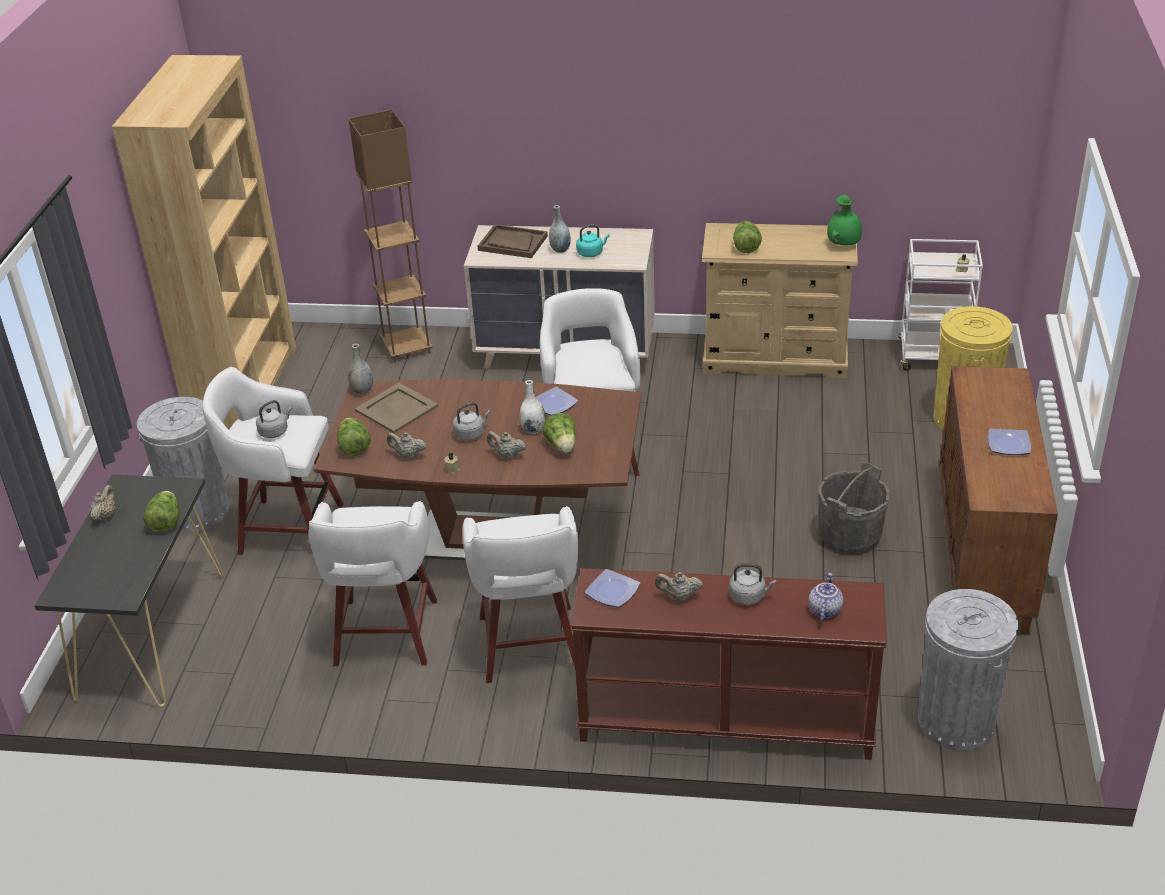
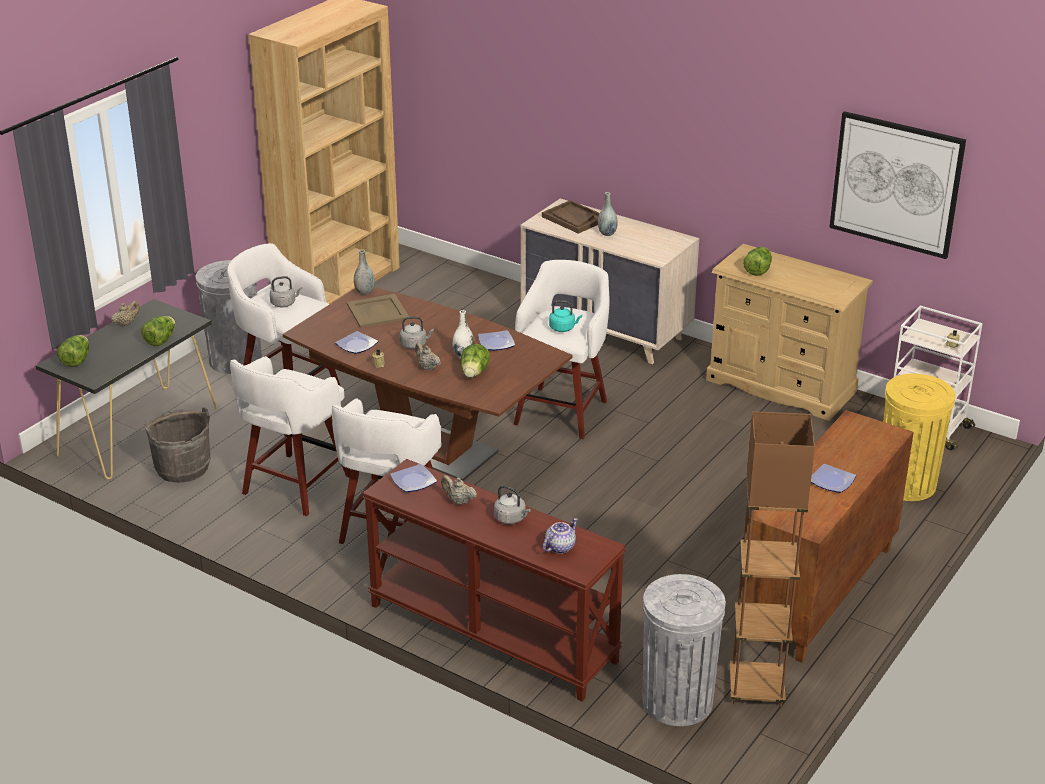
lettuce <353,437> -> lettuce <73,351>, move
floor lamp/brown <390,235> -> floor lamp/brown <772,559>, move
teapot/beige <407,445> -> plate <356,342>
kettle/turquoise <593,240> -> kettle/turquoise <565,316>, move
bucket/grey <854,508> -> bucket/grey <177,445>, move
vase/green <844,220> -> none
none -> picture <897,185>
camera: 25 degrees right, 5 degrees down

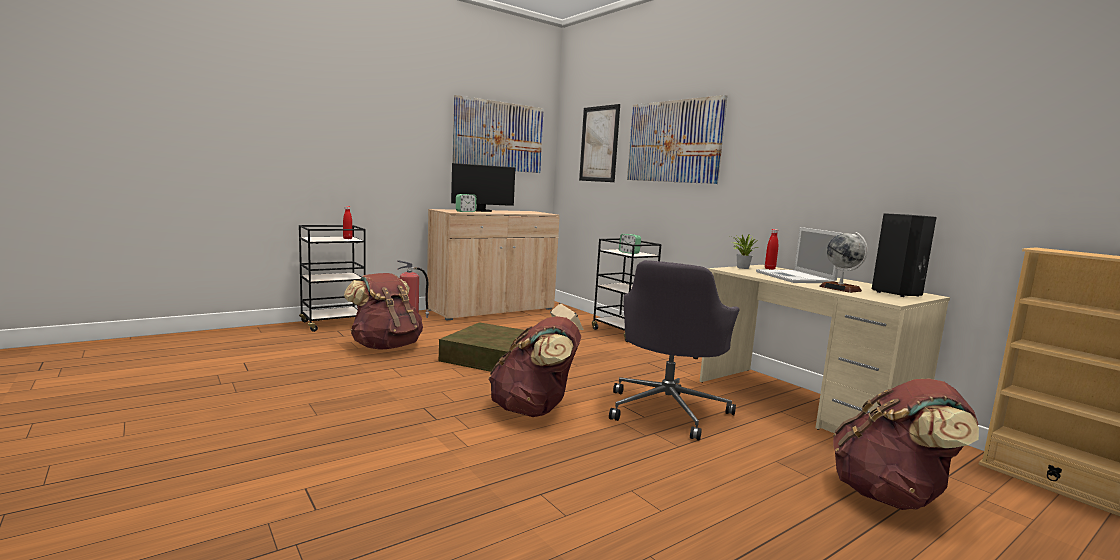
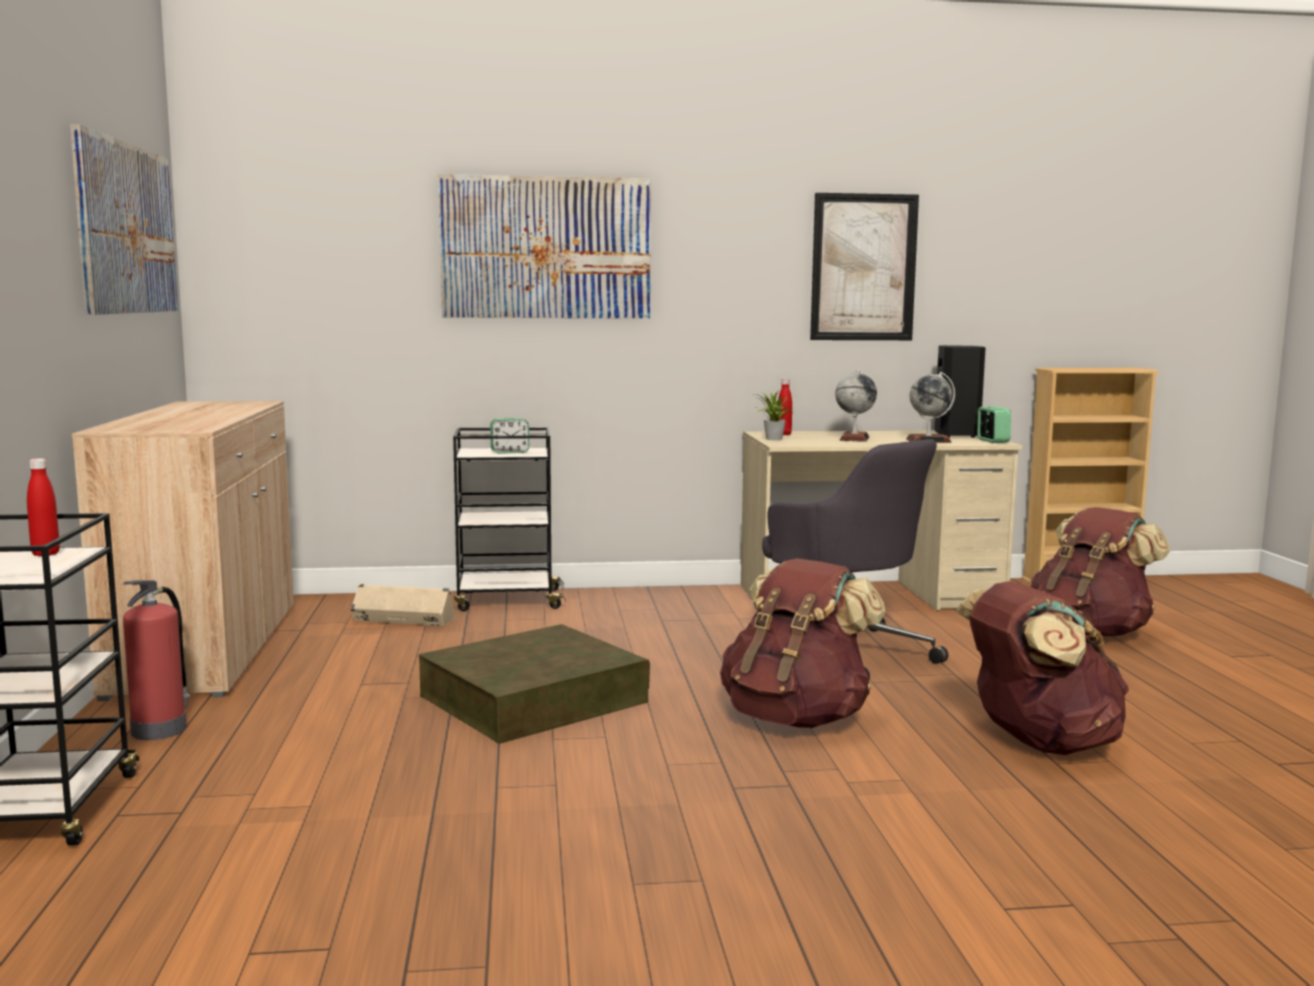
backpack/brown <383,311> -> backpack/brown <1042,668>, move
monitor <483,187> -> none
alarm clock <466,203> -> alarm clock <994,424>, move
picture <599,143> -> picture <864,266>, move
laptop <799,255> -> globe <856,406>
camera: 60 degrees left, 0 degrees up

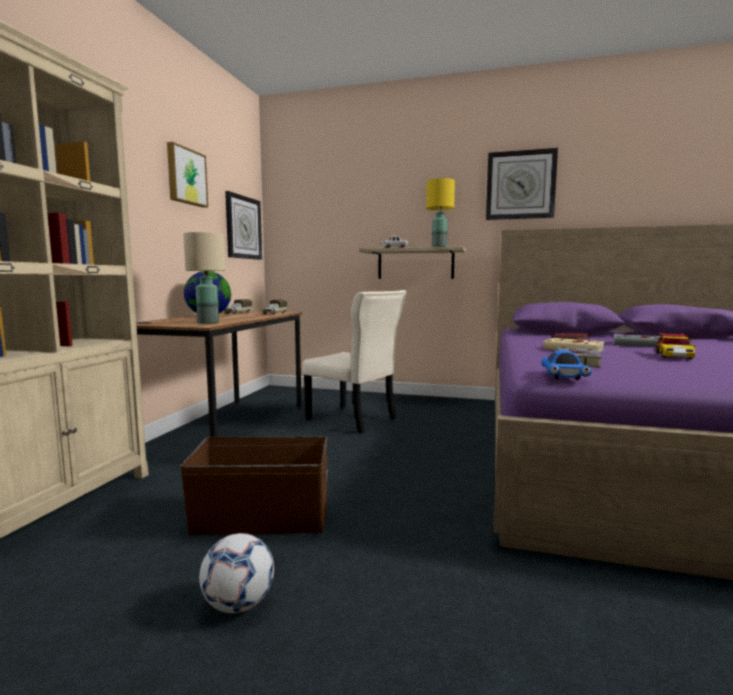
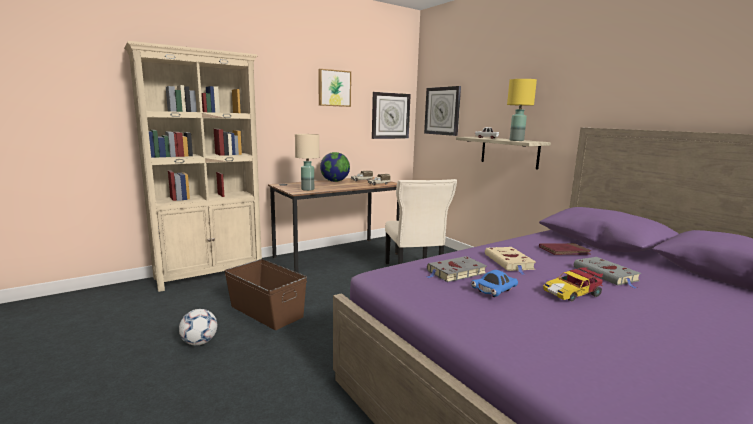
wall clock <522,184> -> wall clock <442,111>, move
toy car/blue <566,365> -> toy car/blue <494,283>, move
camera: 40 degrees right, 5 degrees up

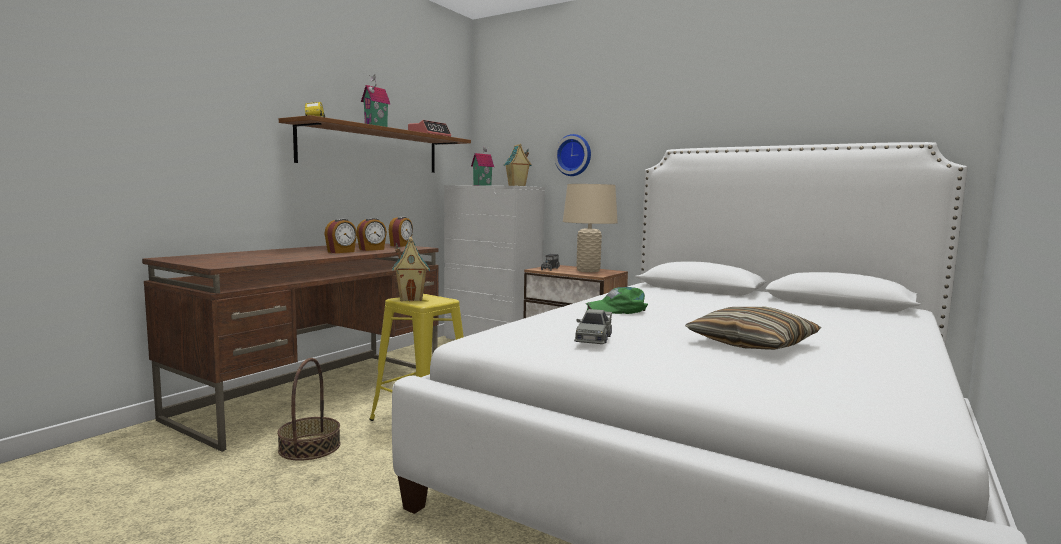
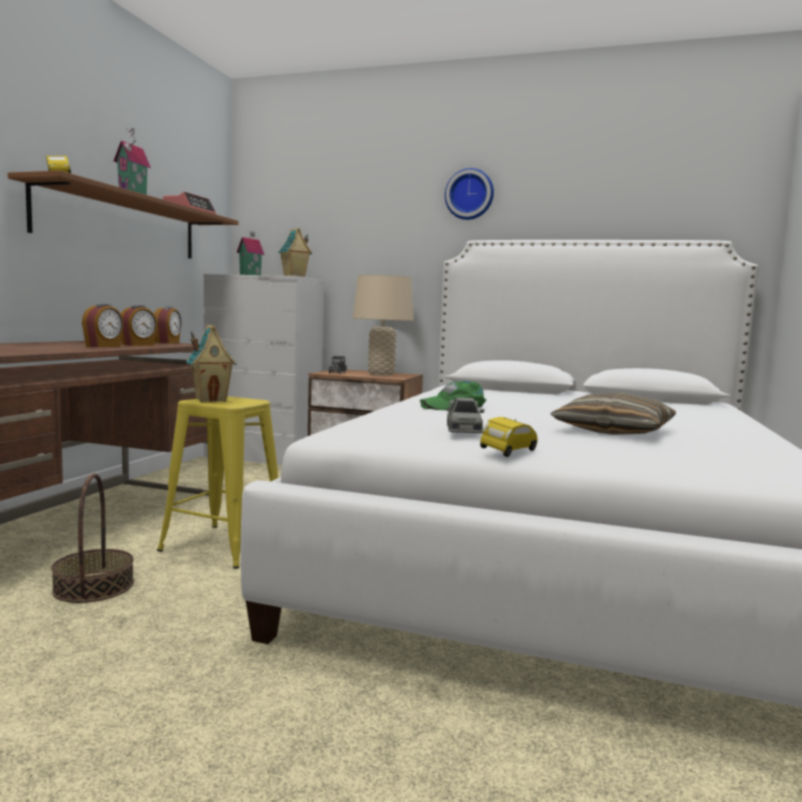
wall clock <572,155> -> wall clock <469,194>, move
none -> toy car/yellow <509,437>
camera: 15 degrees left, 0 degrees up

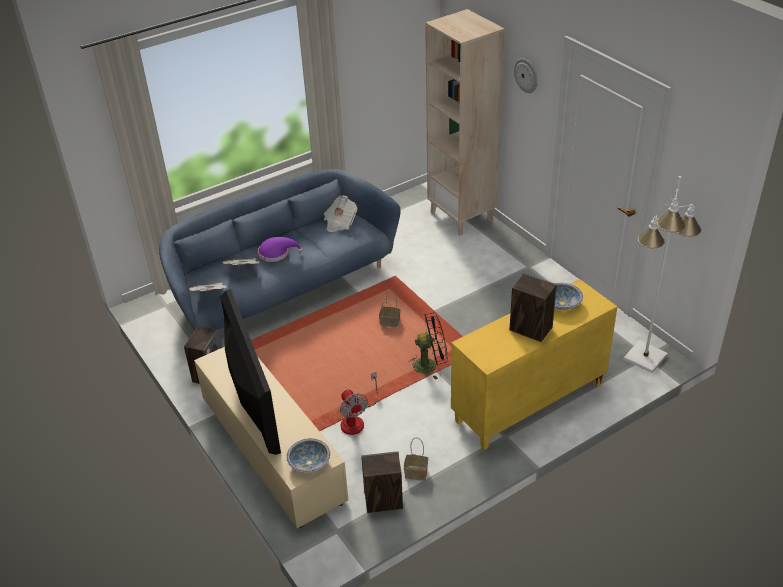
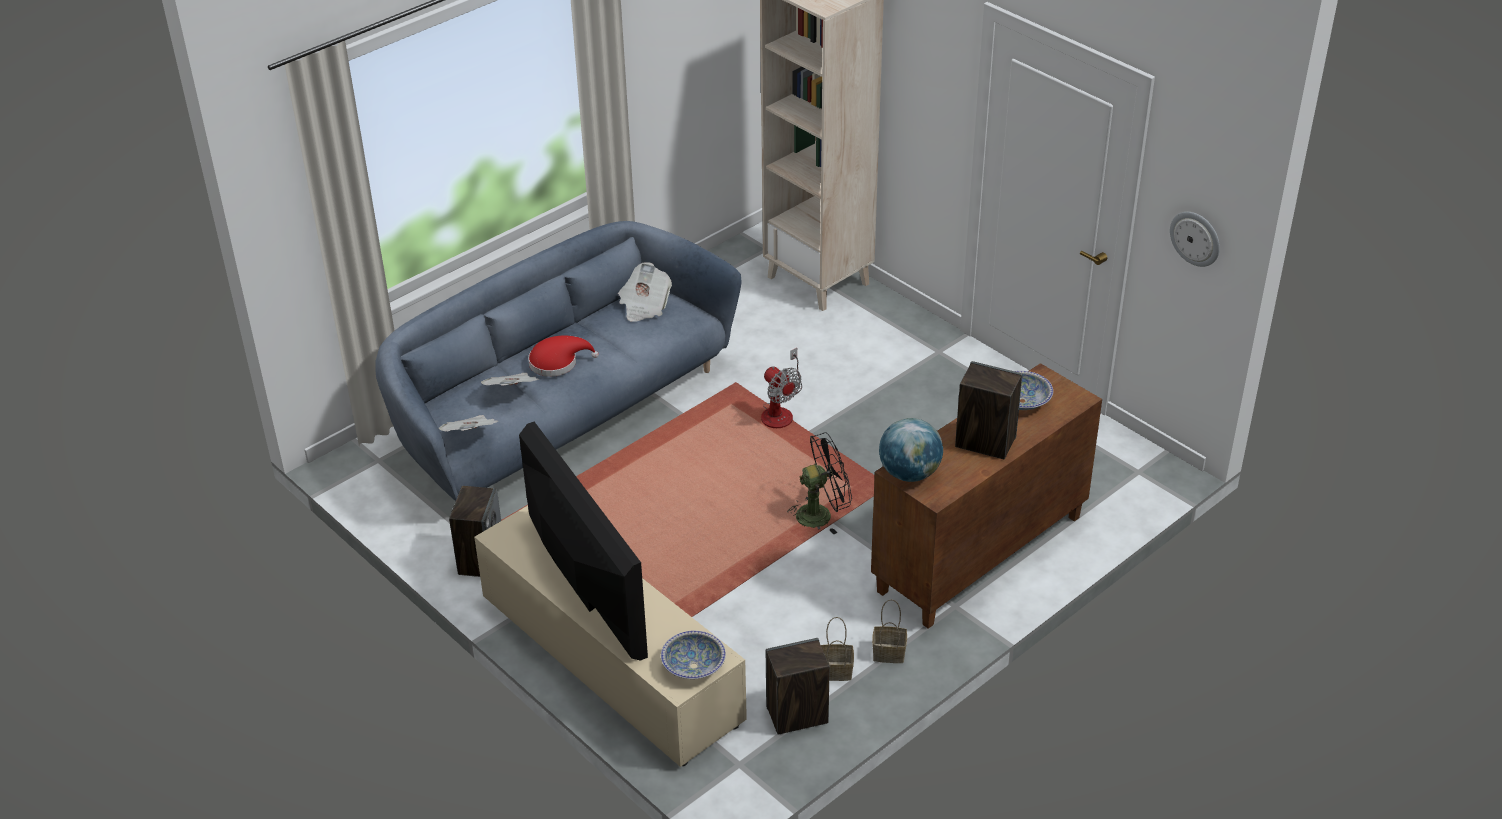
hat/purple <280,249> -> hat/red <563,356>
fan <359,403> -> fan <781,388>, move
basket <390,308> -> basket <889,631>, move
cabinet/yellow <534,364> -> cabinet/brown <986,496>
wall clock <526,75> -> wall clock <1195,239>, move
floor lamp/white <662,274> -> none
none -> globe <911,450>
camera: 10 degrees left, 0 degrees up

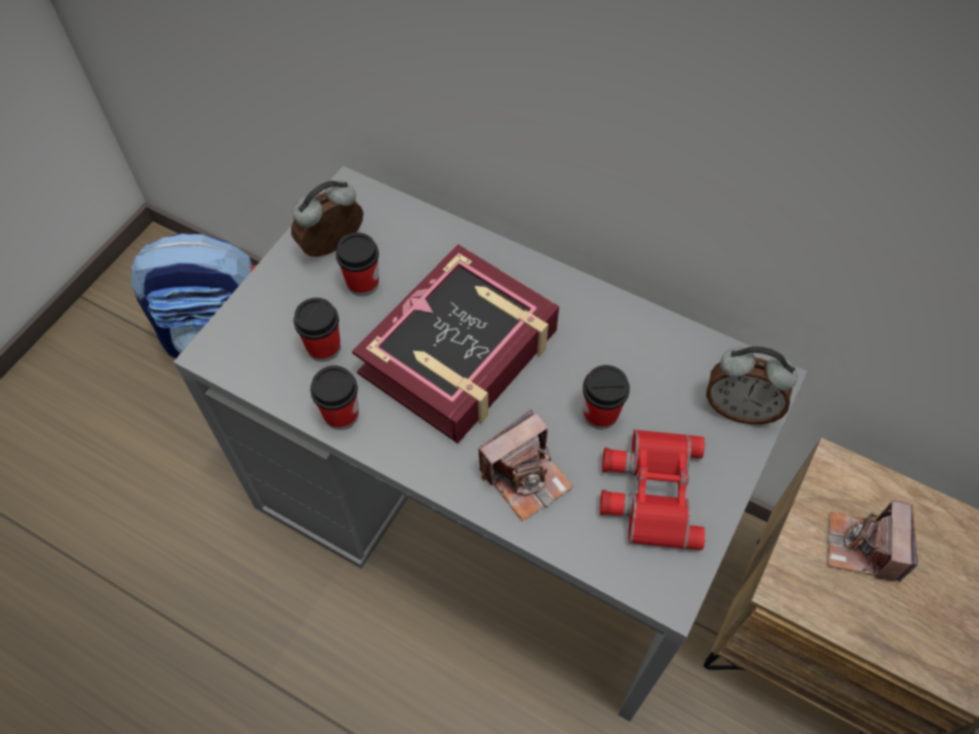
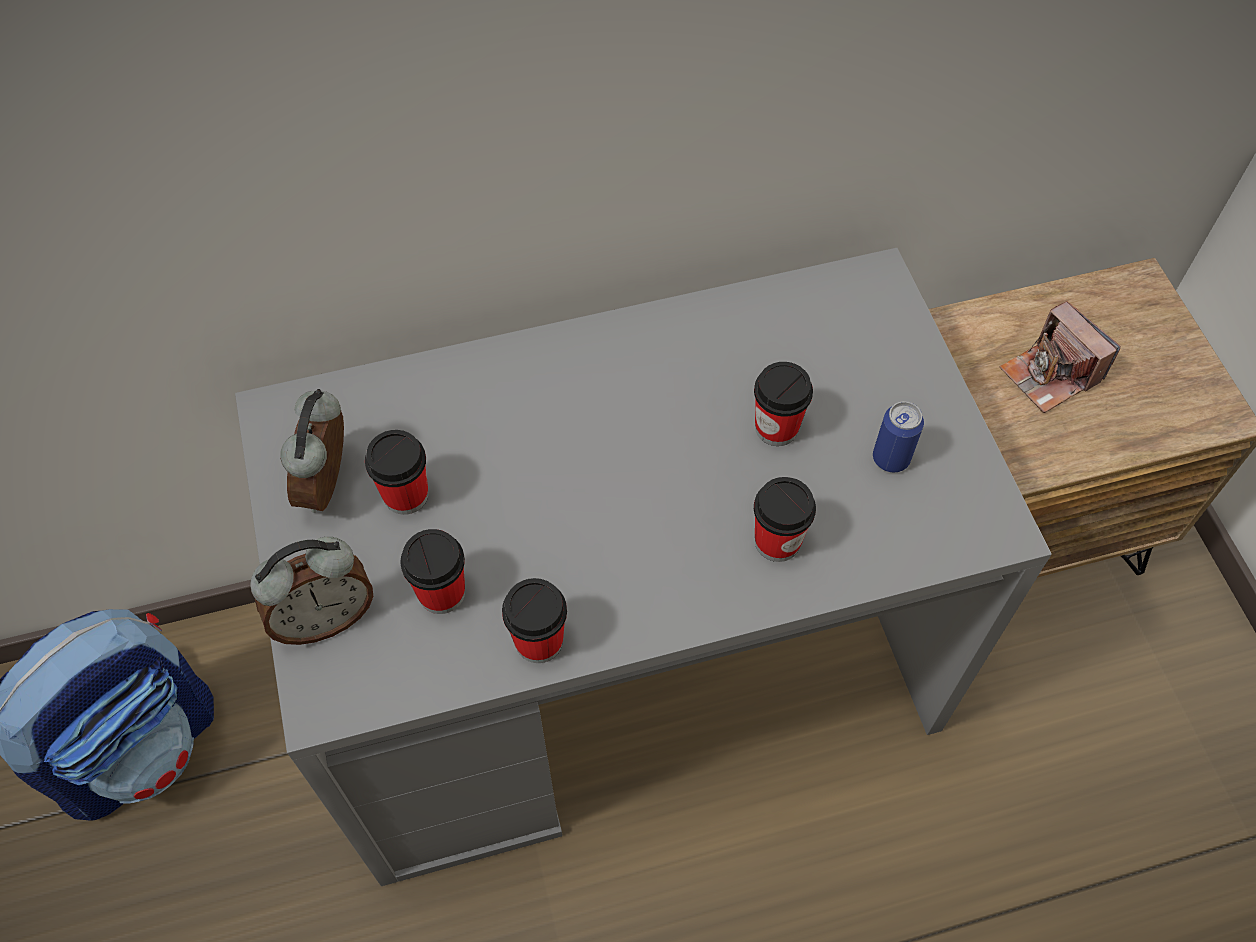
book <455,344> -> none
photo camera <526,465> -> cup <785,519>
binoculars/red <653,489> -> can <898,436>
alarm clock <751,385> -> alarm clock <311,591>, move
camera: 45 degrees left, 0 degrees up

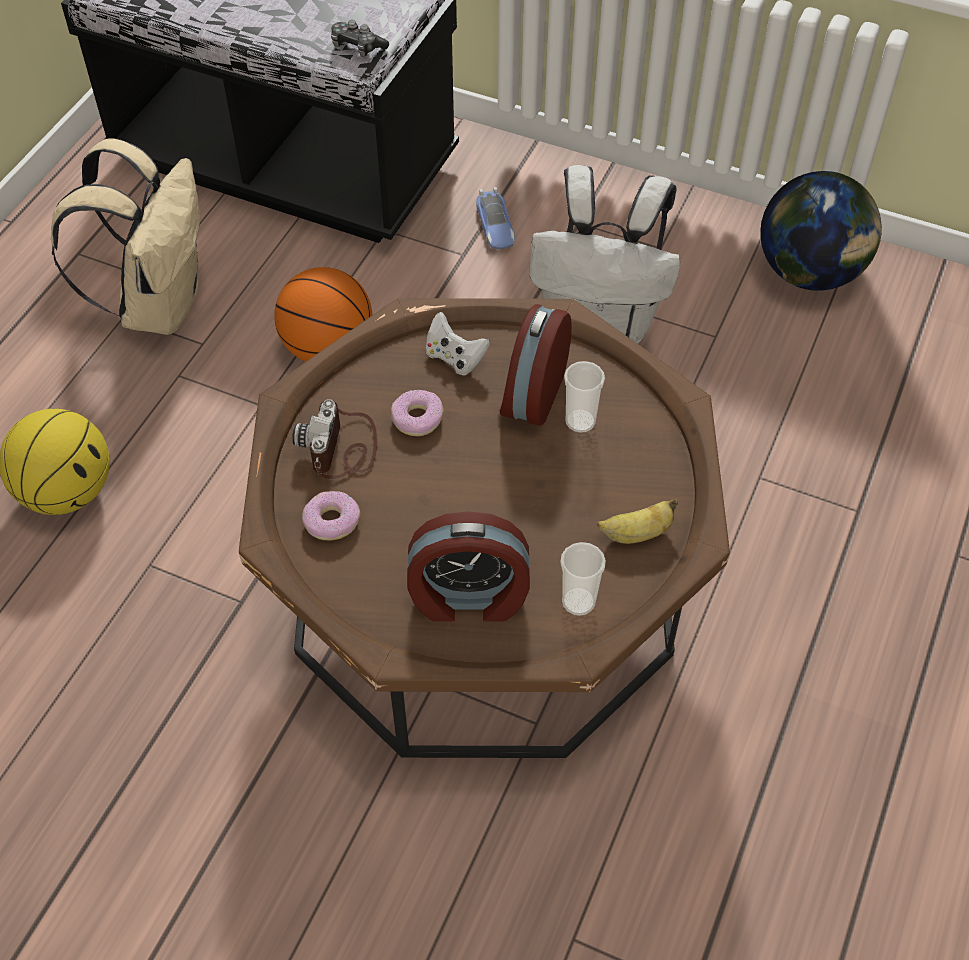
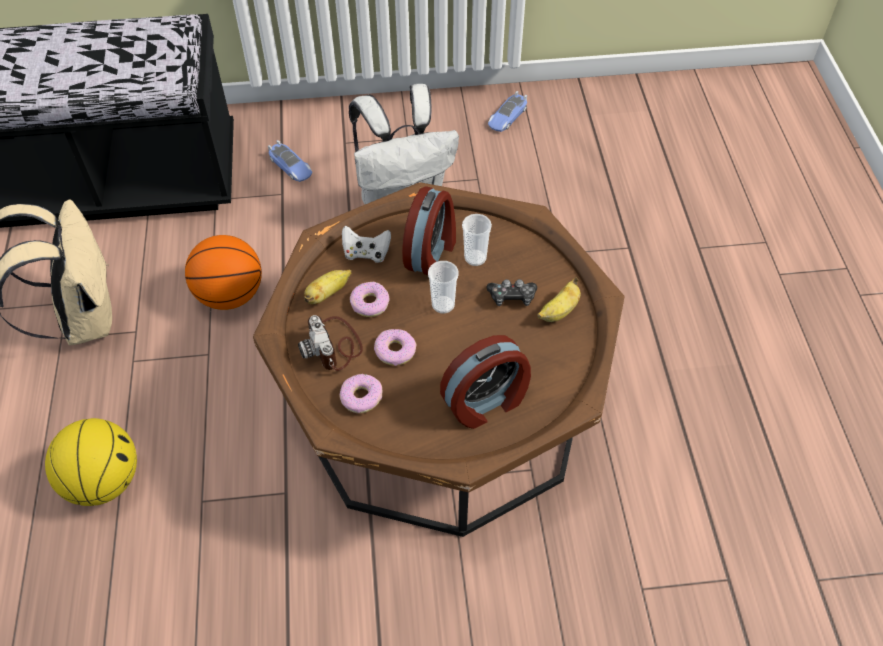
game controller <360,38> -> game controller <511,292>, move
alarm clock <535,365> -> alarm clock <429,230>, 150 degrees counterclockwise
cup <583,579> -> cup <443,287>, move
globe <821,231> -> toy car <507,111>
none -> banana <328,286>
none -> donut <395,347>
camera: 30 degrees left, 0 degrees up

